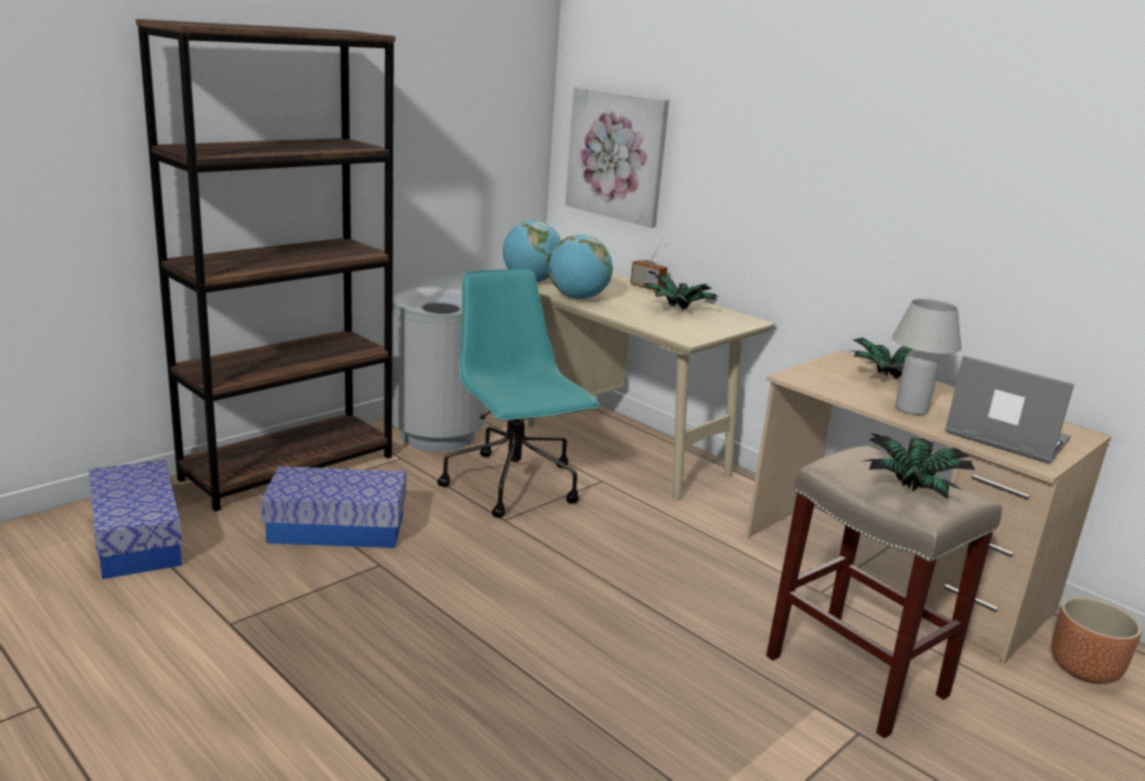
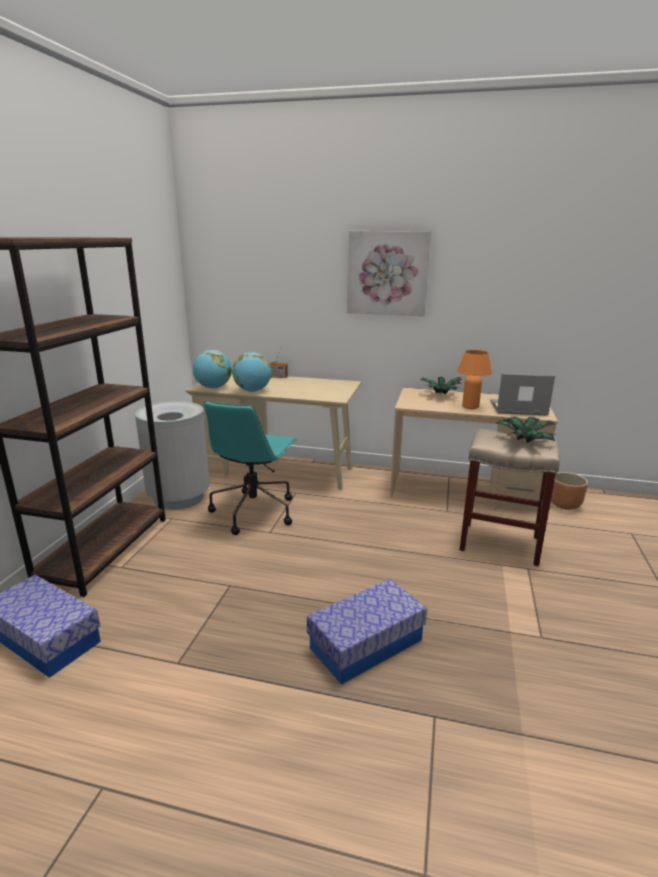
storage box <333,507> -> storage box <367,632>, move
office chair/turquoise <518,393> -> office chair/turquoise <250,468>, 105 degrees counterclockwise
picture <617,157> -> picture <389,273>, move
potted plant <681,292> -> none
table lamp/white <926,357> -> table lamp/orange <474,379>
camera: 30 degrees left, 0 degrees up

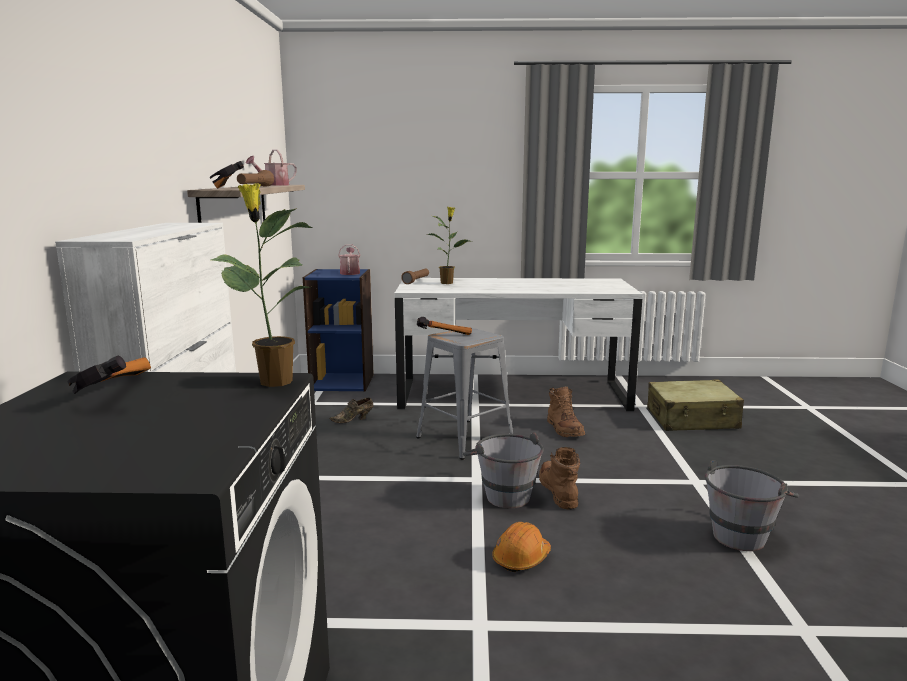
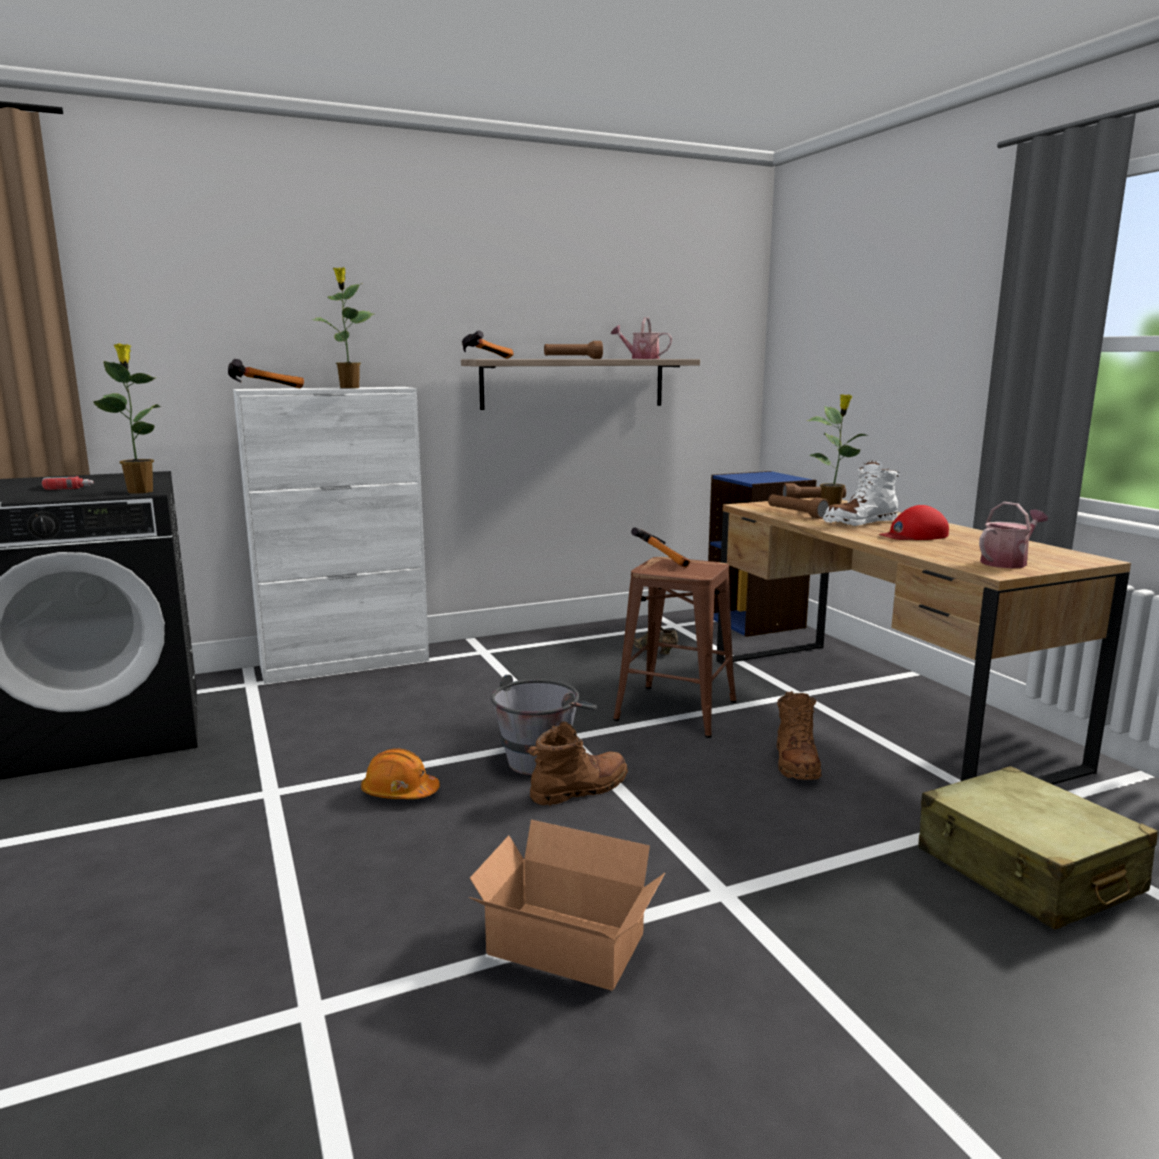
hammer <109,375> -> hammer <266,373>, move
watering can <349,259> -> watering can <1013,535>, move
desk/white <518,344> -> desk/brown <923,641>
stool/grey <464,393> -> stool/brown <674,647>
boot/brown <566,412> -> boot/brown <799,735>, 45 degrees counterclockwise
bucket/grey <752,505> -> cardboard box <567,905>
none -> power drill <68,483>
none -> potted plant <343,327>
none -> flashlight/brown <798,506>
none -> boot/white <861,493>
none -> cap/red <914,522>
camera: 65 degrees right, 0 degrees up

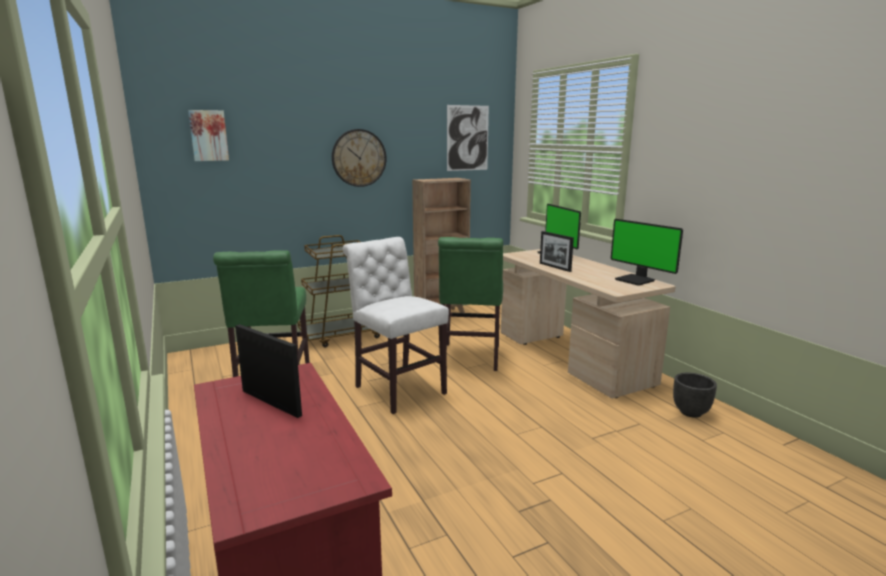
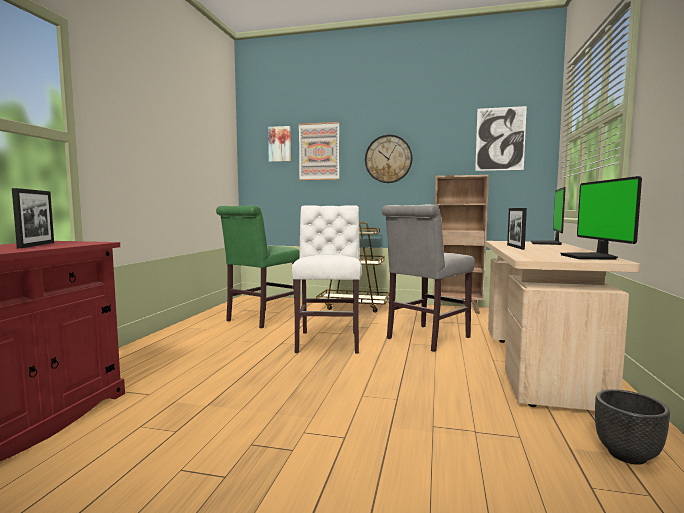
chair/green <470,304> -> chair/grey <428,278>
none -> picture <319,151>
camera: 40 degrees right, 10 degrees down

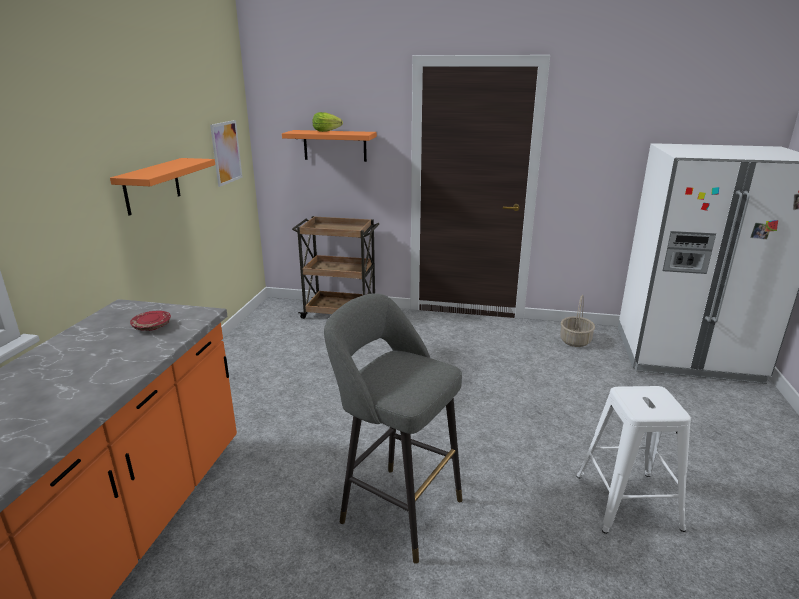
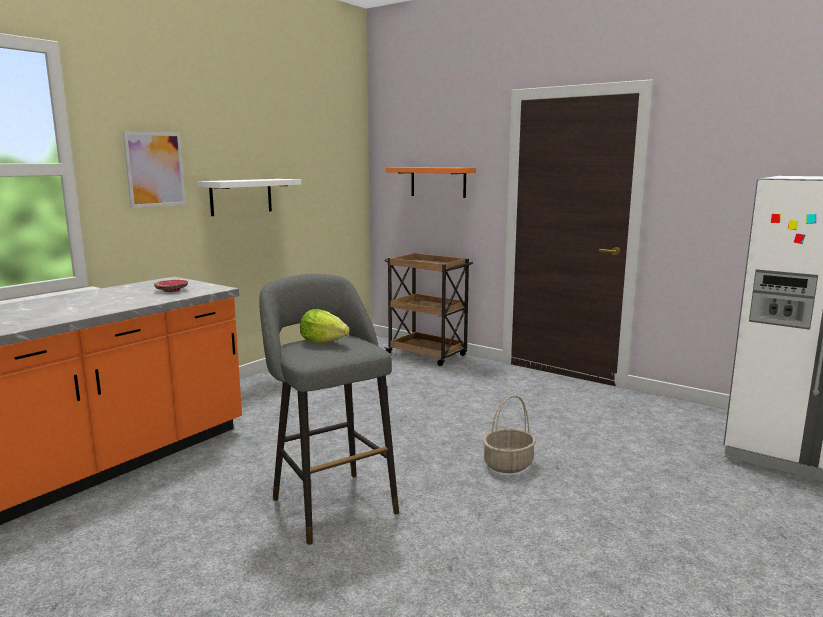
shelf/orange <162,187> -> shelf/white <249,197>
picture <226,153> -> picture <154,169>, move
lettuce <327,122> -> lettuce <324,326>, move
basket <577,321> -> basket <509,434>, move
stool/white <633,460> -> none
camera: 25 degrees right, 10 degrees down

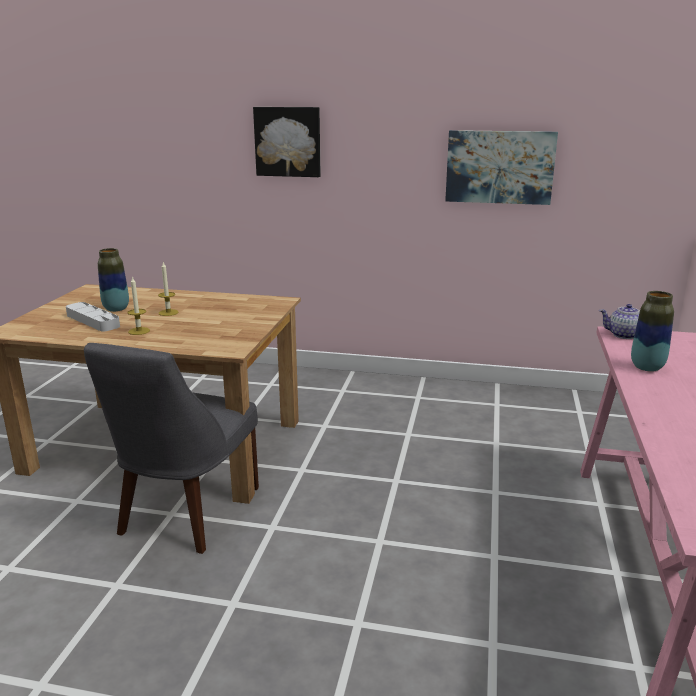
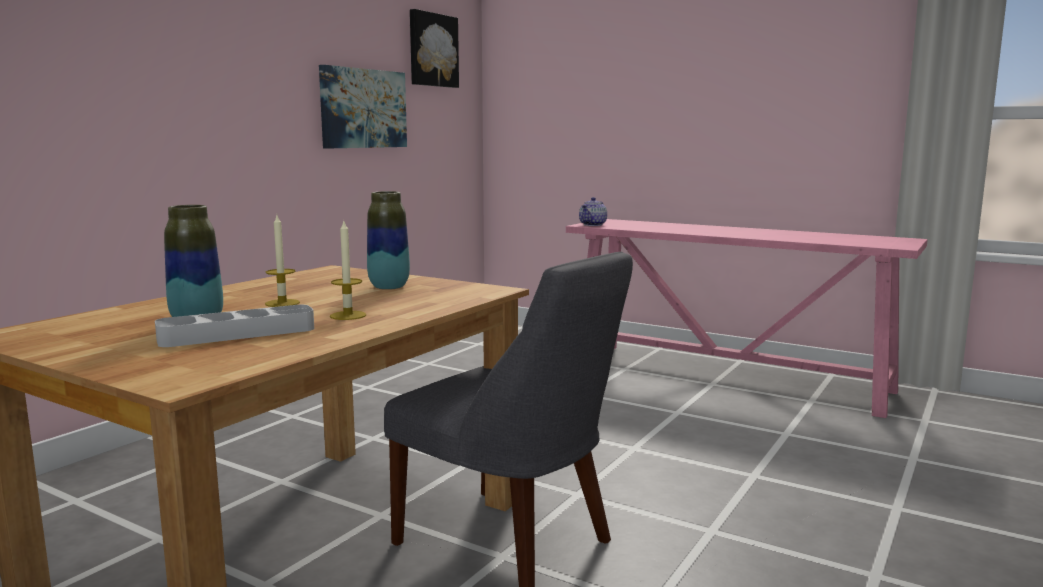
picture <287,142> -> picture <434,48>, move
vase <652,331> -> vase <388,240>, move
camera: 70 degrees left, 10 degrees down

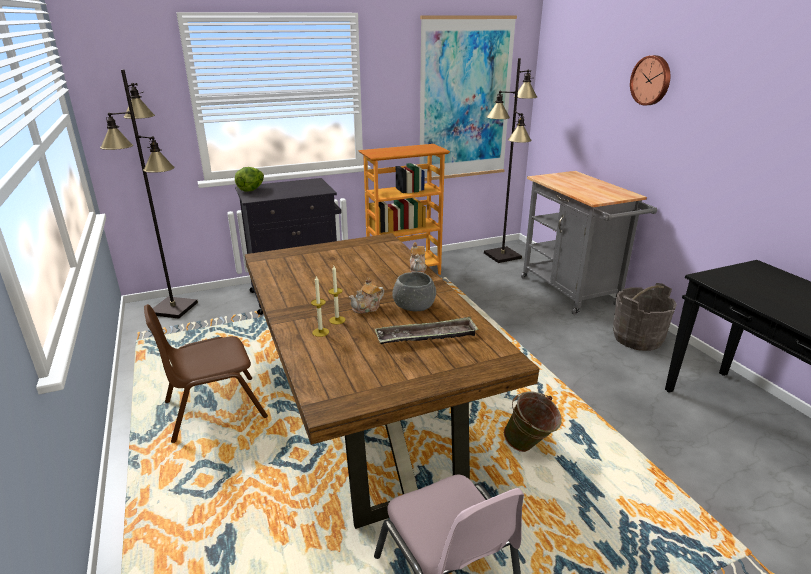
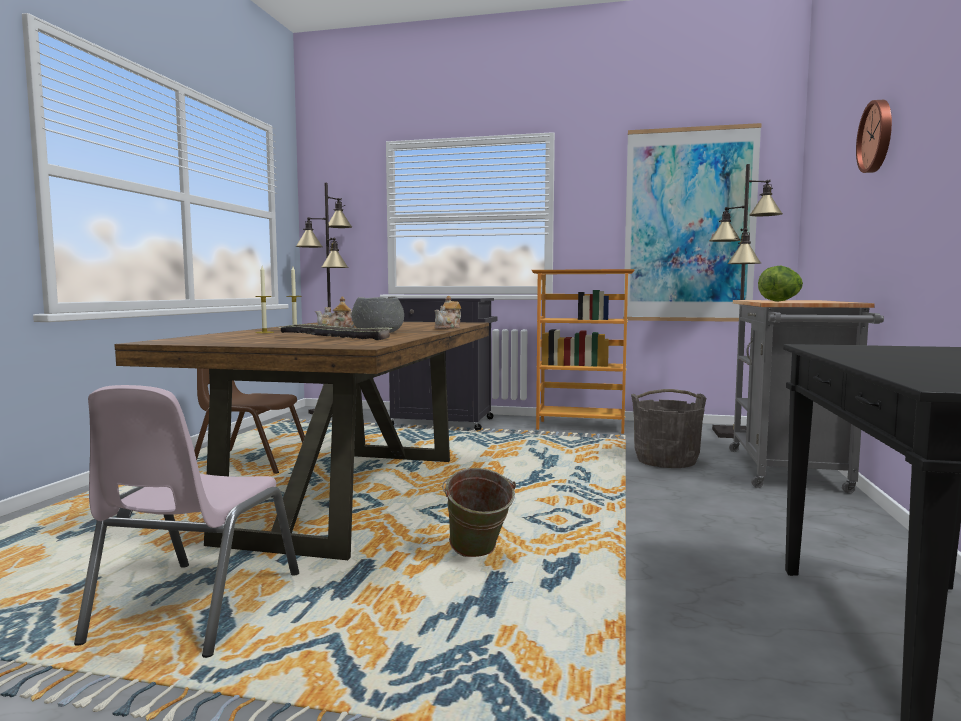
lettuce <249,179> -> lettuce <780,284>, move
bucket/grey <645,317> -> bucket/grey <668,428>, move
camera: 35 degrees right, 20 degrees down

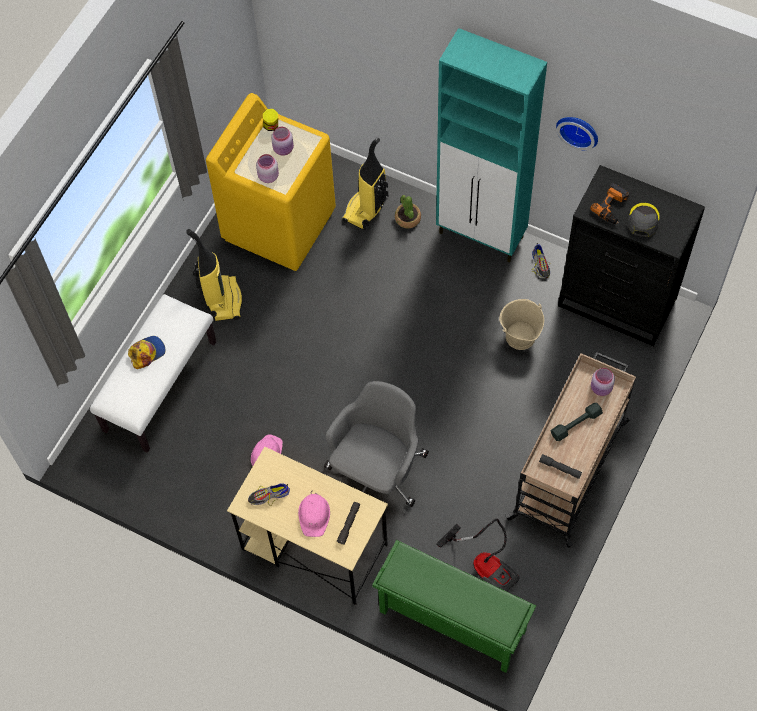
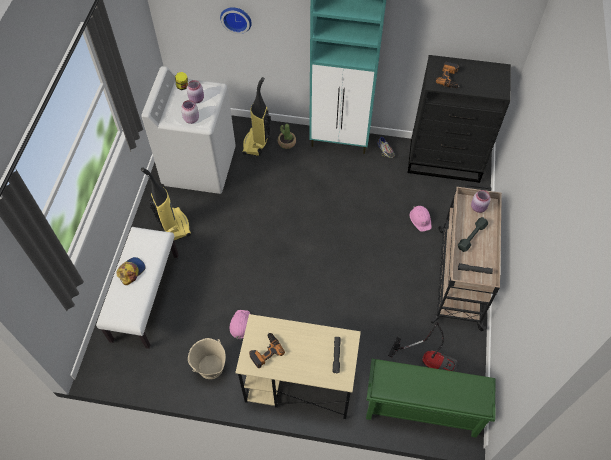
washing machine/yellow <271,182> -> washing machine/white <188,130>
shoe <269,494> -> power drill <267,350>
hard hat/pink <314,513> -> hard hat/pink <421,219>, move
office chair/grey <376,444> -> none
bucket/beige <521,324> -> bucket/beige <207,358>, move
wall clock <577,133> -> wall clock <236,20>, move
cap/grey <644,220> -> none
camera: 20 degrees left, 5 degrees down

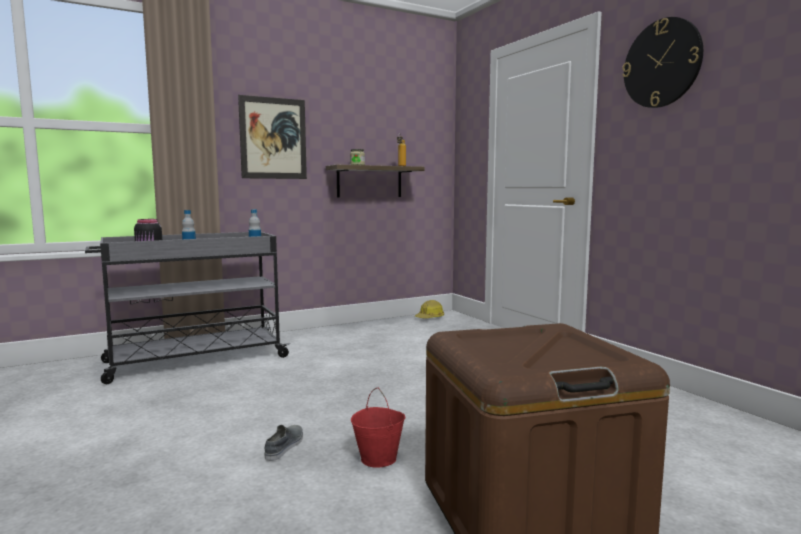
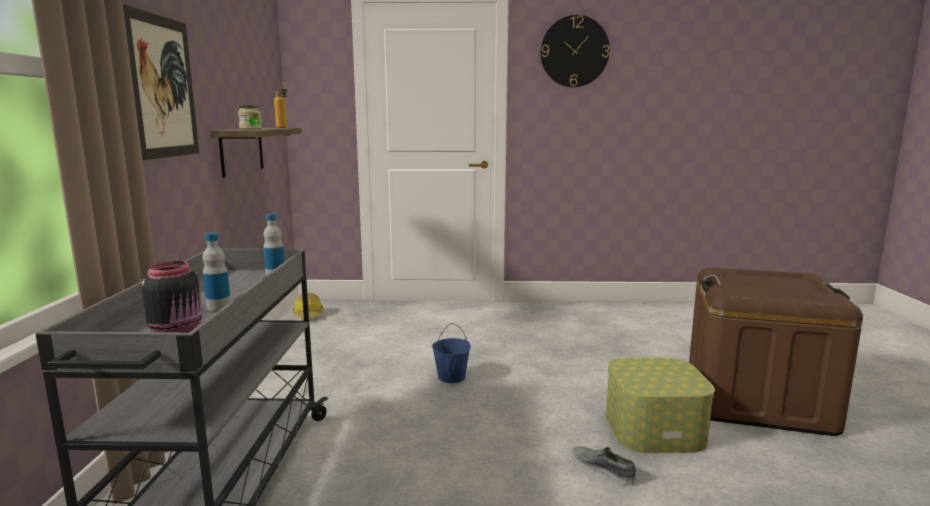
bucket/red <378,427> -> storage box <660,405>
none -> bucket/blue <451,353>
camera: 60 degrees left, 5 degrees up

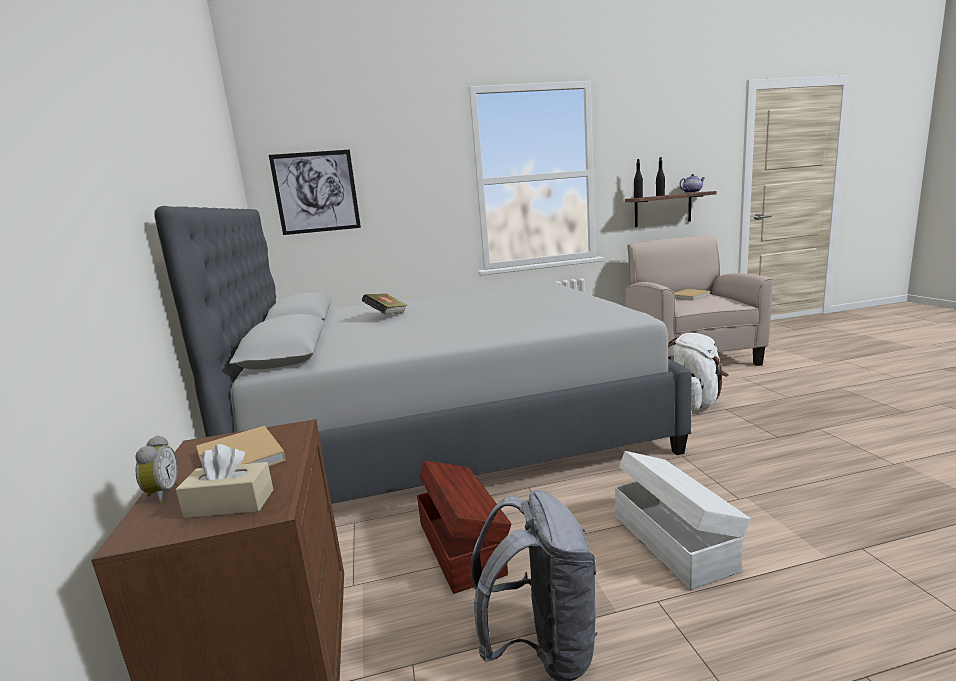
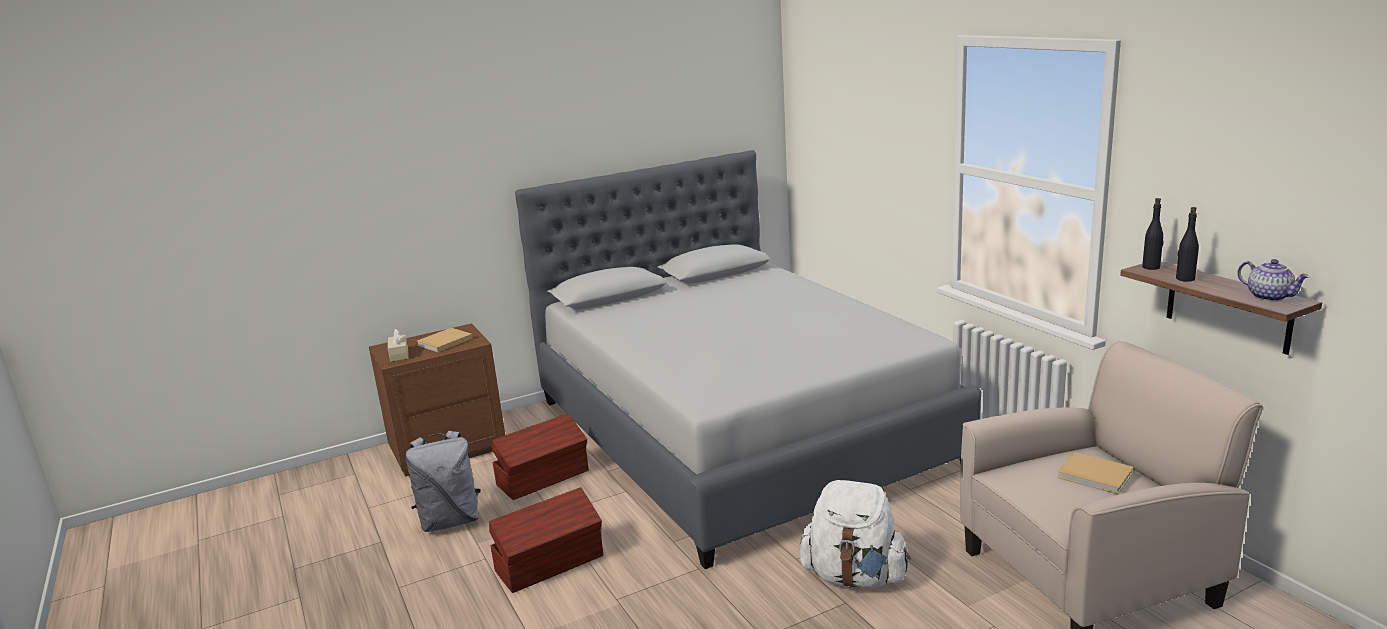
alarm clock <156,469> -> none
picture <315,192> -> none
book <384,304> -> none
storage box/white <683,520> -> storage box/brown <546,540>
camera: 75 degrees right, 5 degrees up

